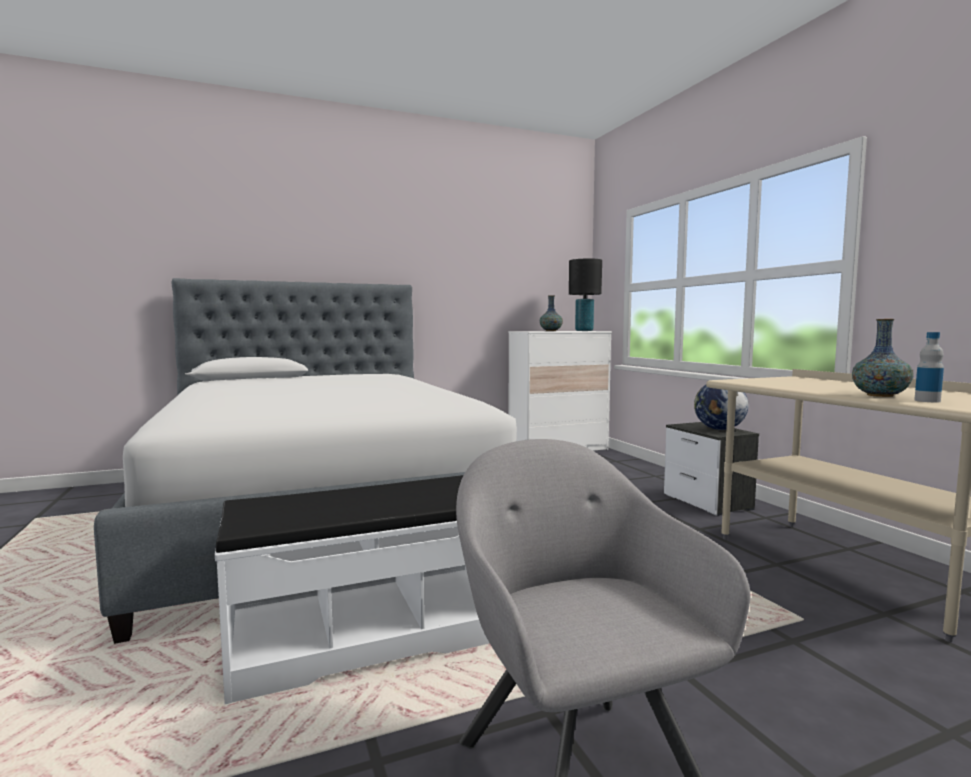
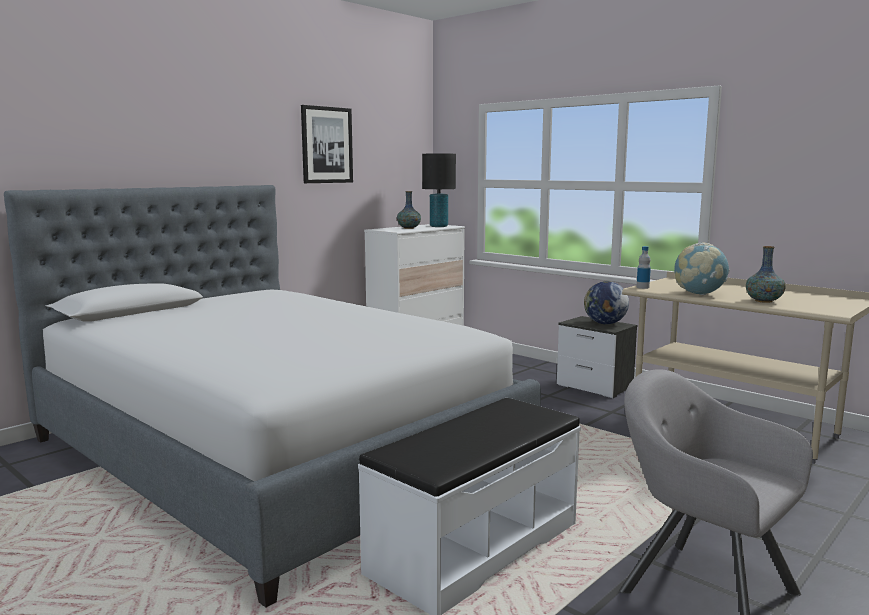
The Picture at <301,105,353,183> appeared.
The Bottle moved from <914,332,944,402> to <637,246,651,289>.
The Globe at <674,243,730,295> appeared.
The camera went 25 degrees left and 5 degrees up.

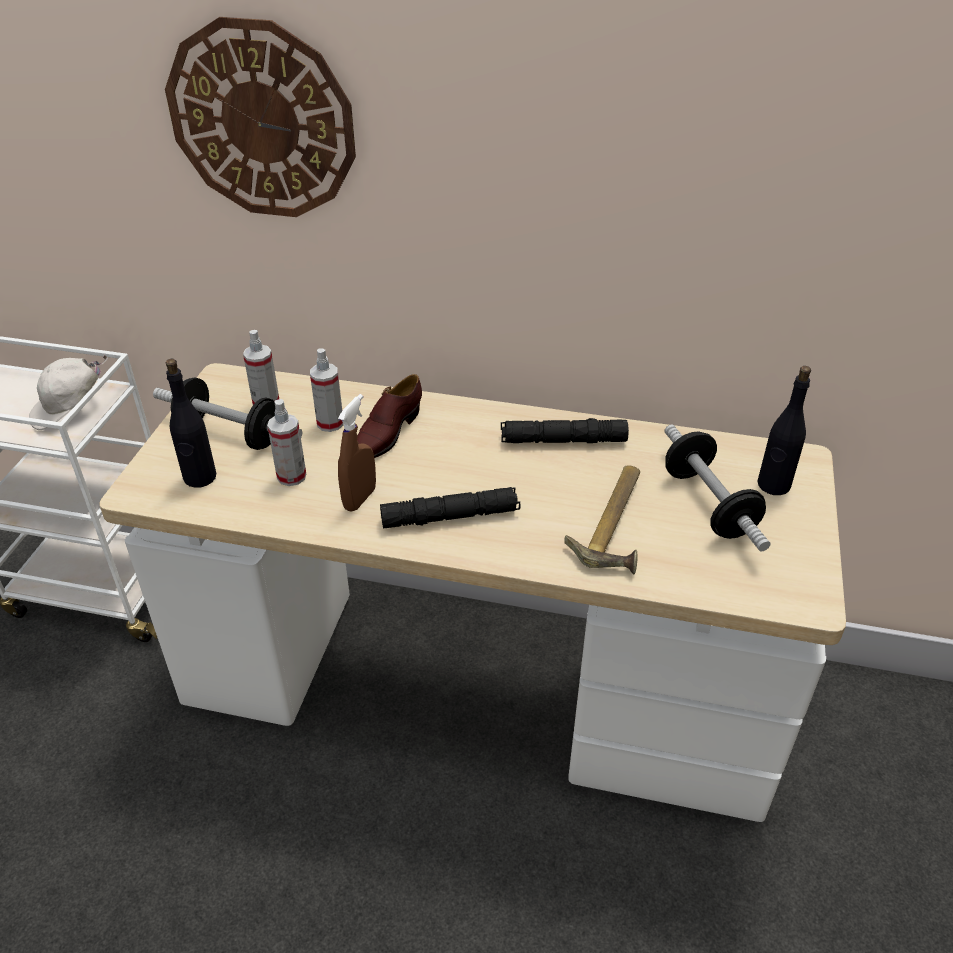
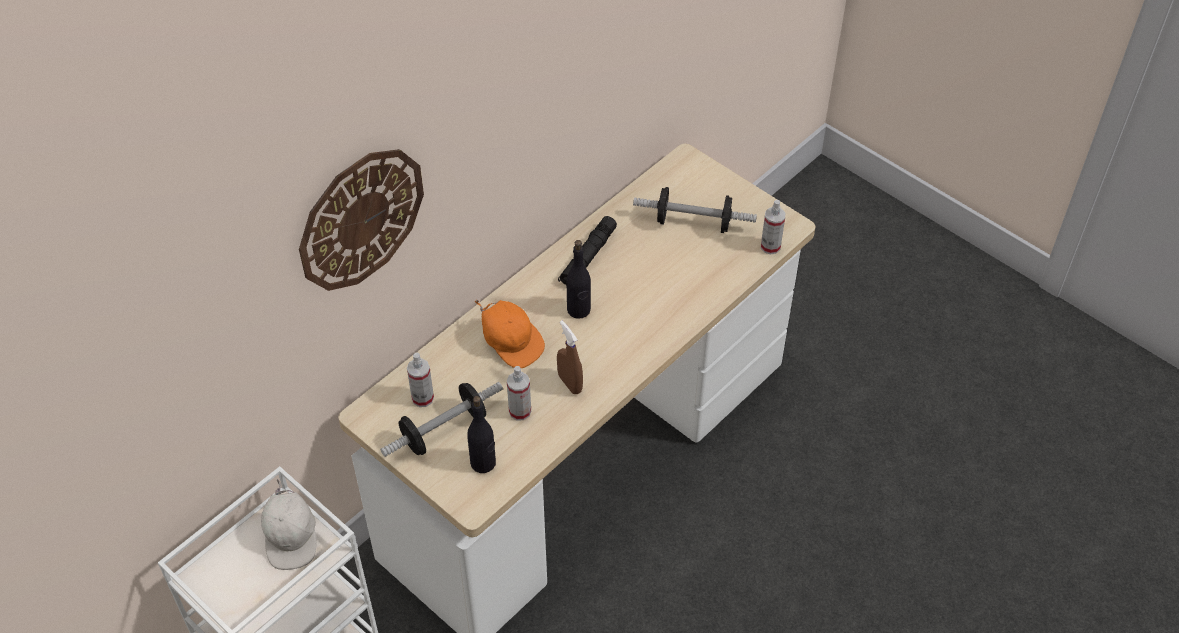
The BrownShoe at <357,374,422,458> was replaced by the OrangeCap at <475,299,545,368>.
The BlackBottle moved from <757,366,811,495> to <566,240,591,319>.
The SprayBottle moved from <310,348,344,432> to <761,200,785,255>.
The BlackFlashlight at <380,487,521,528> disappeared.
The Hammer at <564,465,640,574> disappeared.
The camera went 60 degrees left and 10 degrees up.

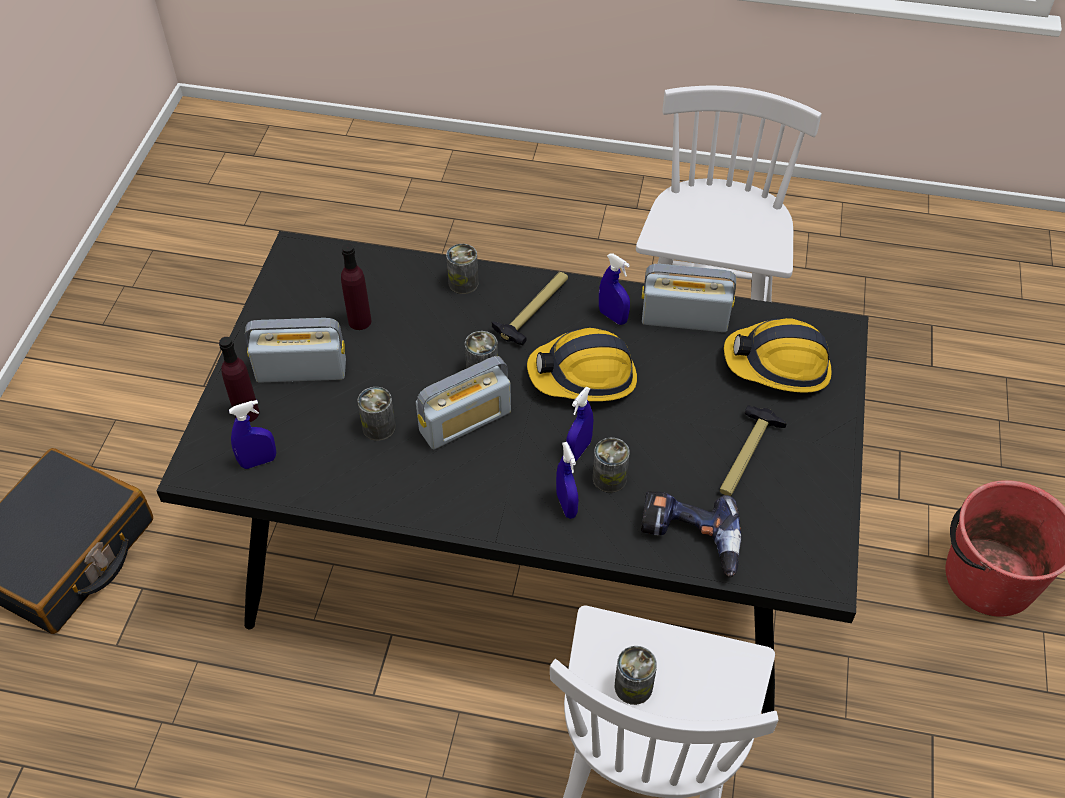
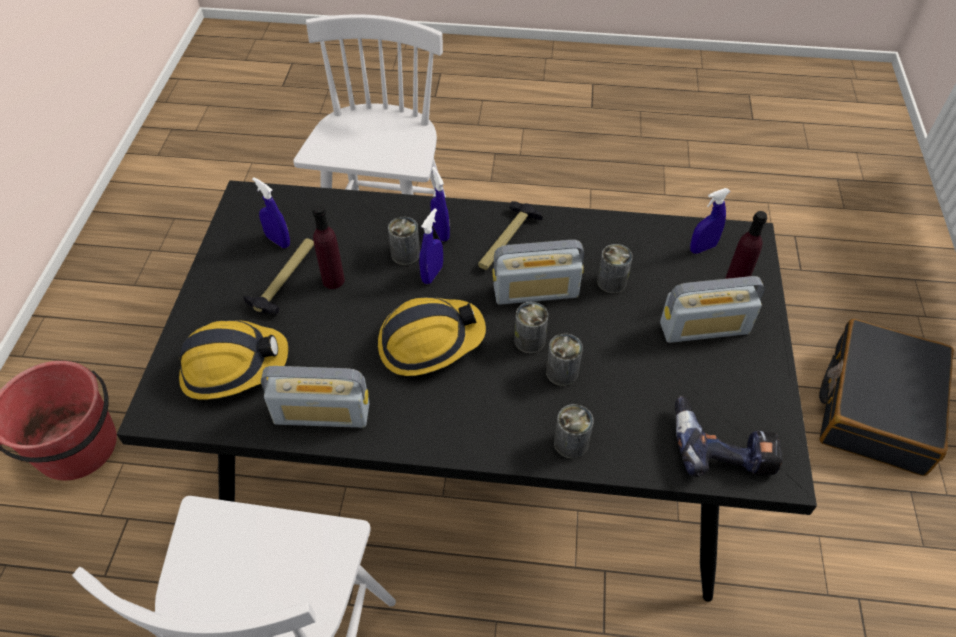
The BlueSprayBottle moved from <599,253,630,325> to <252,177,290,248>.
The PurpleBottle moved from <341,244,371,330> to <312,205,345,289>.
The Hammer moved from <492,272,568,345> to <478,201,543,270>.
The Radio at <416,356,511,449> turned 150 degrees counterclockwise.
The Can moved from <615,646,657,705> to <546,334,583,386>.
The PowerDrill moved from <641,491,741,577> to <675,396,782,477>.
The camera went 175 degrees right and 0 degrees up.

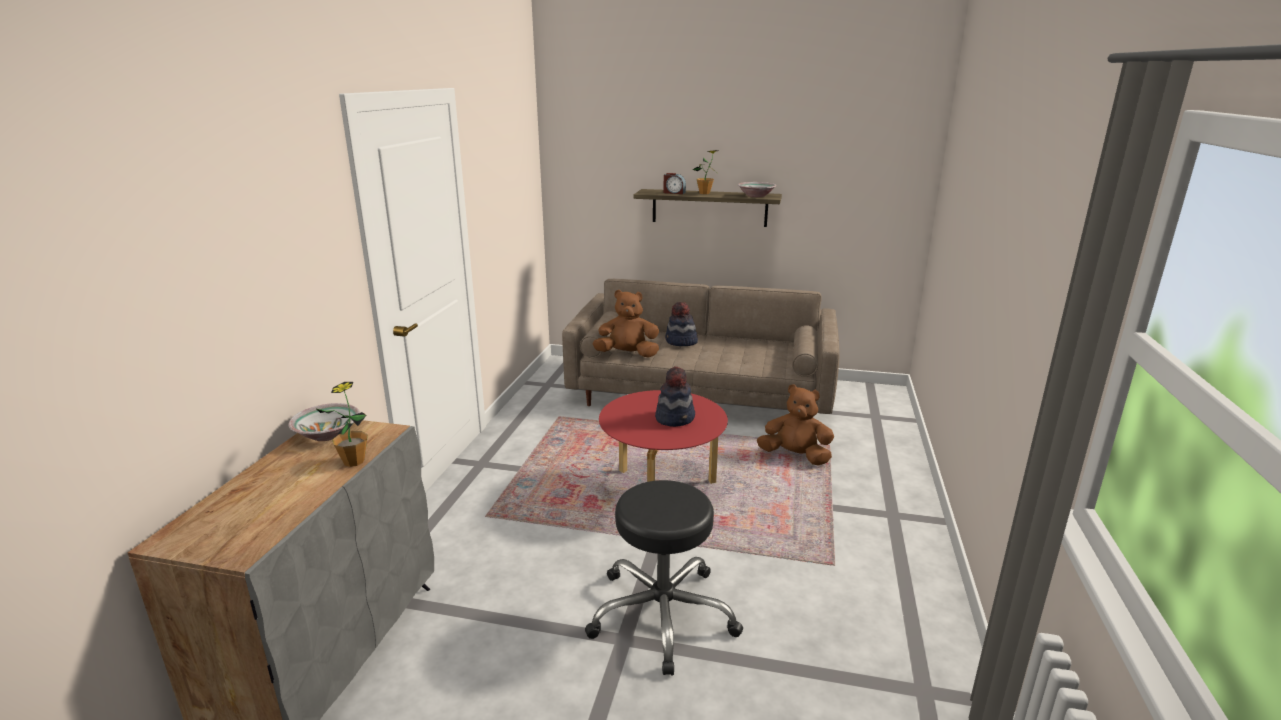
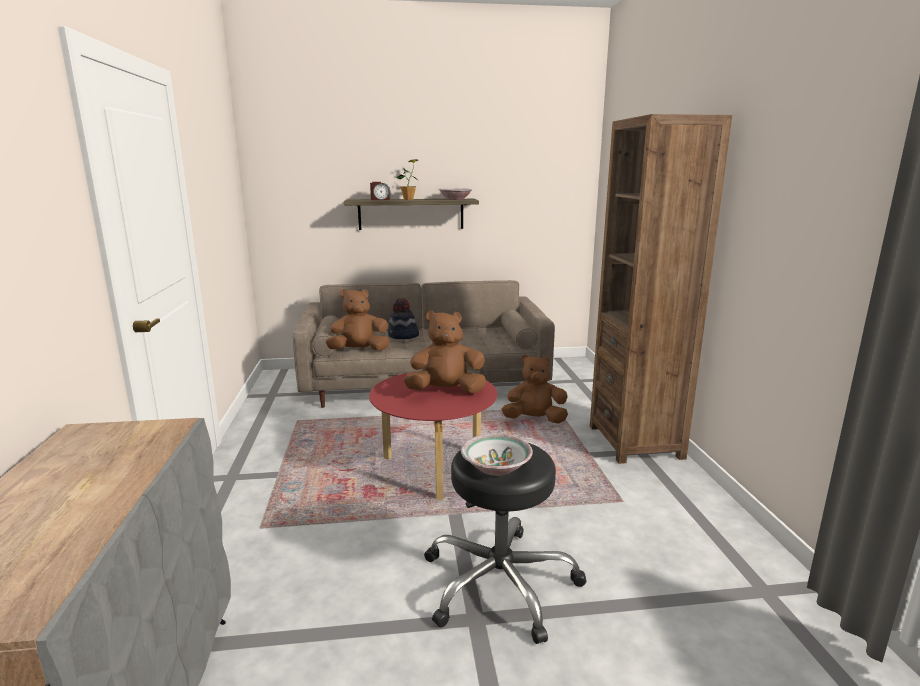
The Hat at <655,366,695,427> was replaced by the BrownPlushToy at <403,311,486,393>.
The Bowl moved from <288,403,360,441> to <461,434,533,476>.
The BrownBookcase at <590,114,732,464> appeared.
The PottedPlant at <317,382,368,467> disappeared.
The camera went 20 degrees left and 5 degrees down.

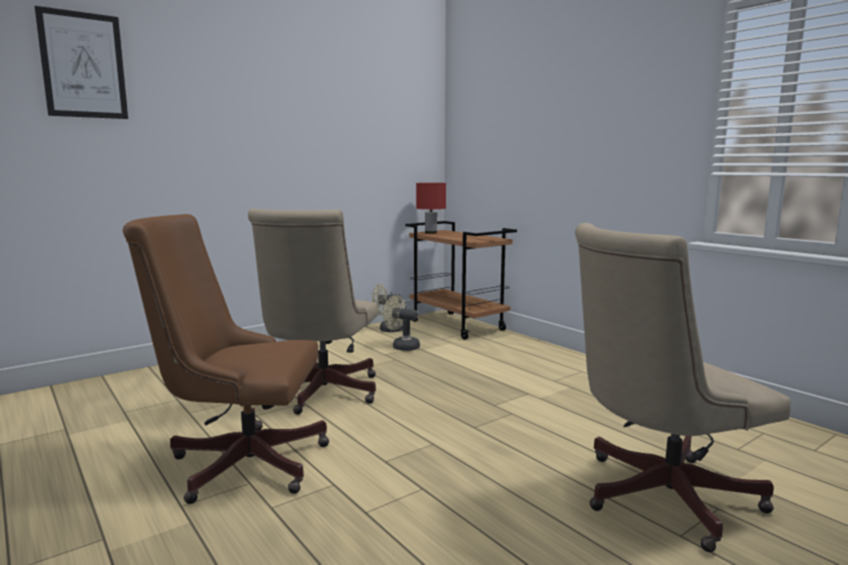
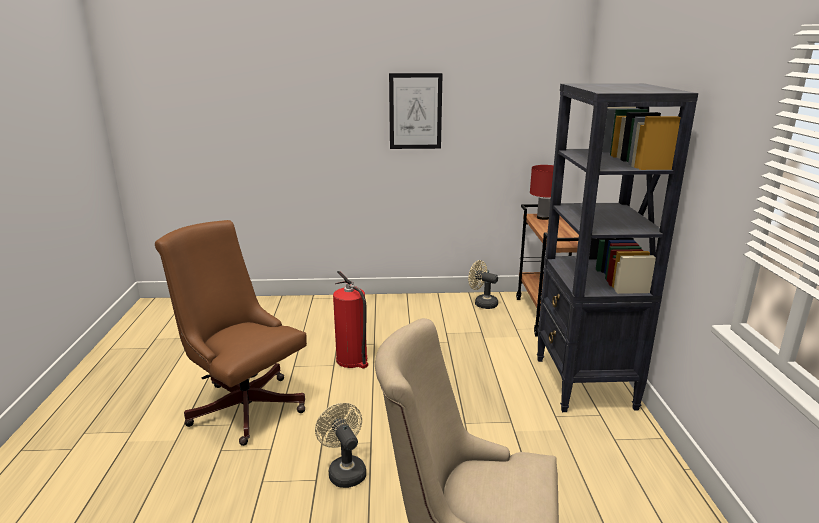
The BeigeFan moved from <383,295,420,351> to <315,403,366,488>.
The BeigeOfficeChair at <248,209,378,415> was replaced by the FireExtinguisher at <333,271,368,369>.
The Picture moved from <35,6,128,119> to <389,73,443,149>.
The BlackBookcase at <537,83,698,412> appeared.
The camera went 35 degrees right and 10 degrees up.

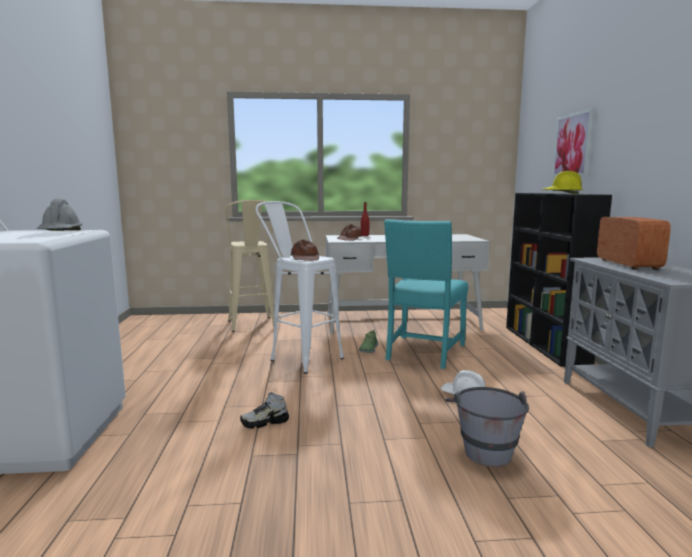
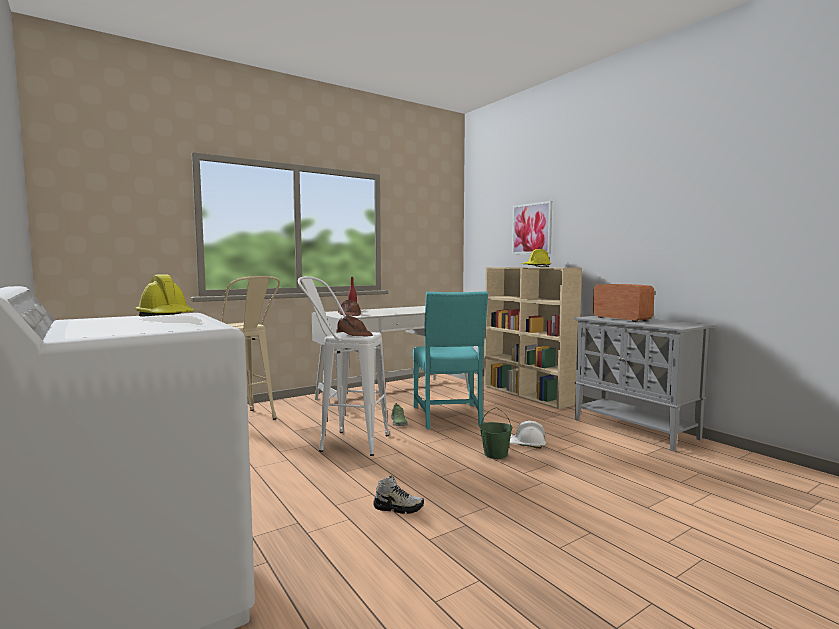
The GreyHardHat at <36,199,83,231> became the YellowHardHat at <135,274,194,317>.
The Shoe at <240,392,289,429> turned 120 degrees counterclockwise.
The GreenBucket at <479,408,513,459> appeared.
The BlackBookcase at <506,193,612,367> became the BeigeBookcase at <484,267,582,409>.
The GreyBucket at <445,387,529,467> disappeared.
The camera went 30 degrees left and 5 degrees down.

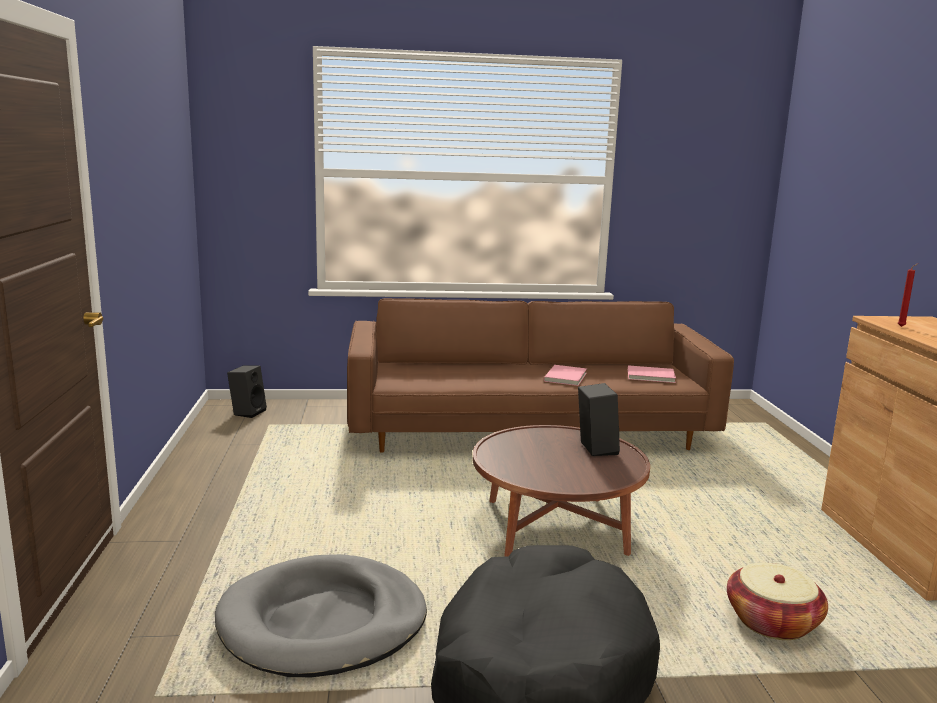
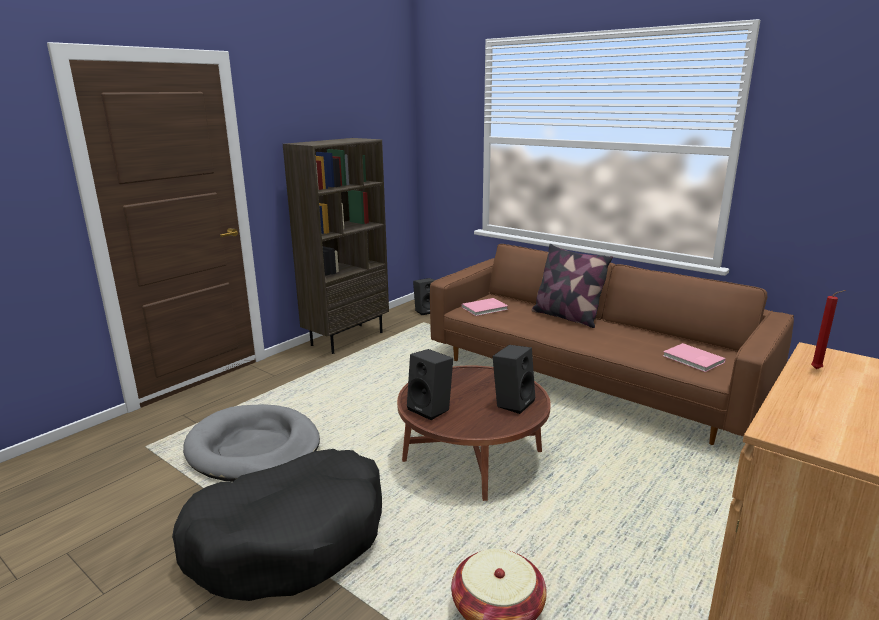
The BrownBookcase at <283,138,389,354> appeared.
The BlackSpeaker at <407,349,453,420> appeared.
The PinkBook moved from <544,365,587,386> to <462,298,508,316>.
The Pillow at <531,244,613,328> appeared.
The camera went 45 degrees right and 5 degrees up.

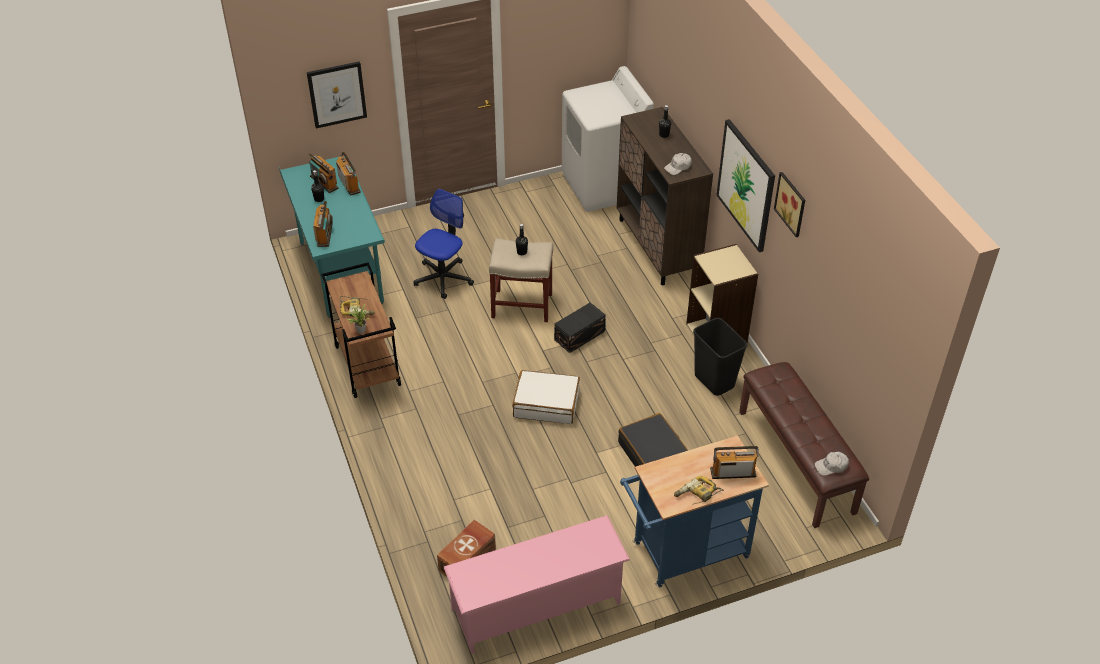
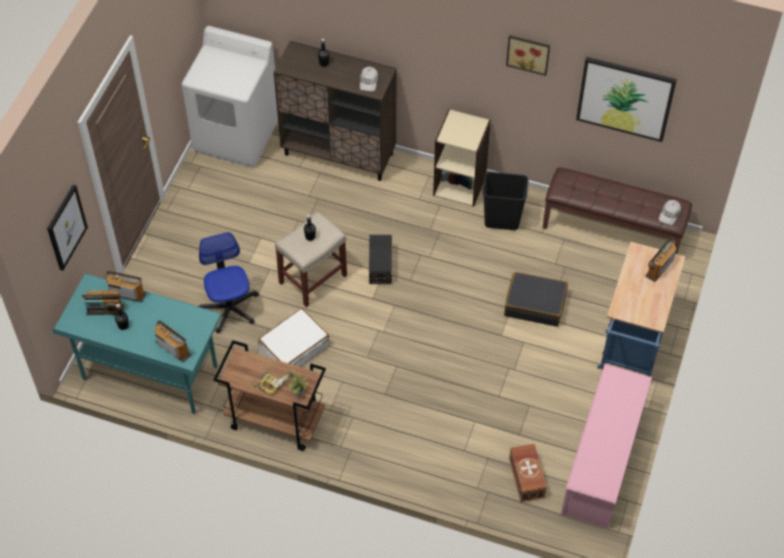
The WhiteSuitcase moved from <513,370,580,424> to <258,308,329,367>.
The Picture moved from <717,119,775,252> to <576,57,677,142>.
The PowerDrill at <674,476,724,505> disappeared.
The camera went 50 degrees left and 10 degrees up.

